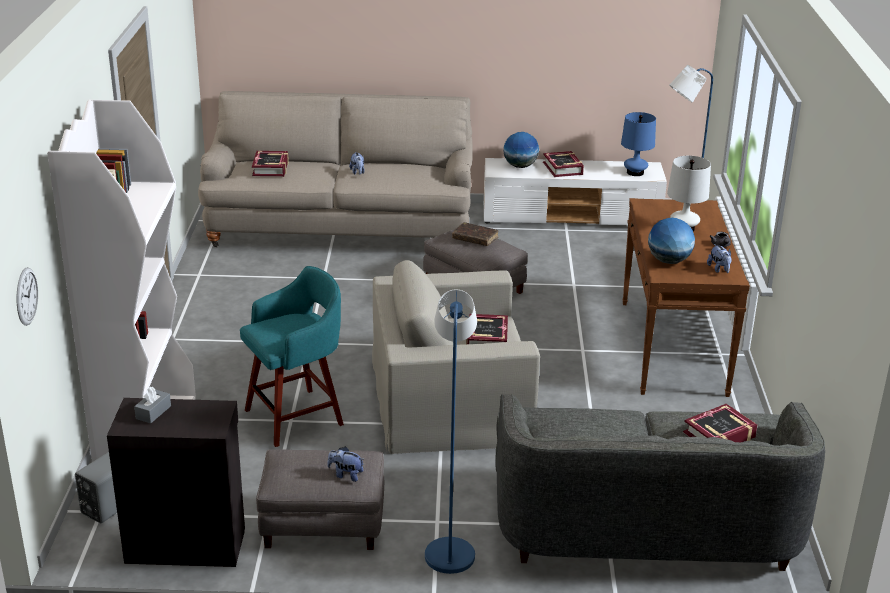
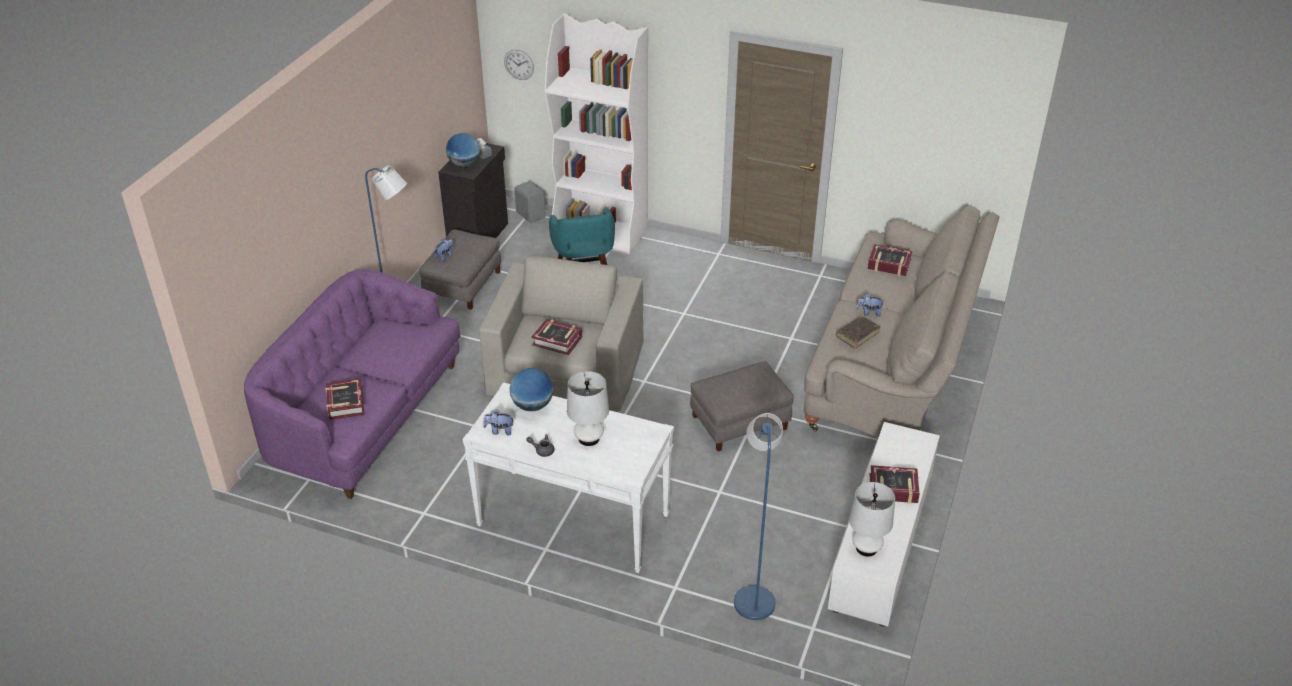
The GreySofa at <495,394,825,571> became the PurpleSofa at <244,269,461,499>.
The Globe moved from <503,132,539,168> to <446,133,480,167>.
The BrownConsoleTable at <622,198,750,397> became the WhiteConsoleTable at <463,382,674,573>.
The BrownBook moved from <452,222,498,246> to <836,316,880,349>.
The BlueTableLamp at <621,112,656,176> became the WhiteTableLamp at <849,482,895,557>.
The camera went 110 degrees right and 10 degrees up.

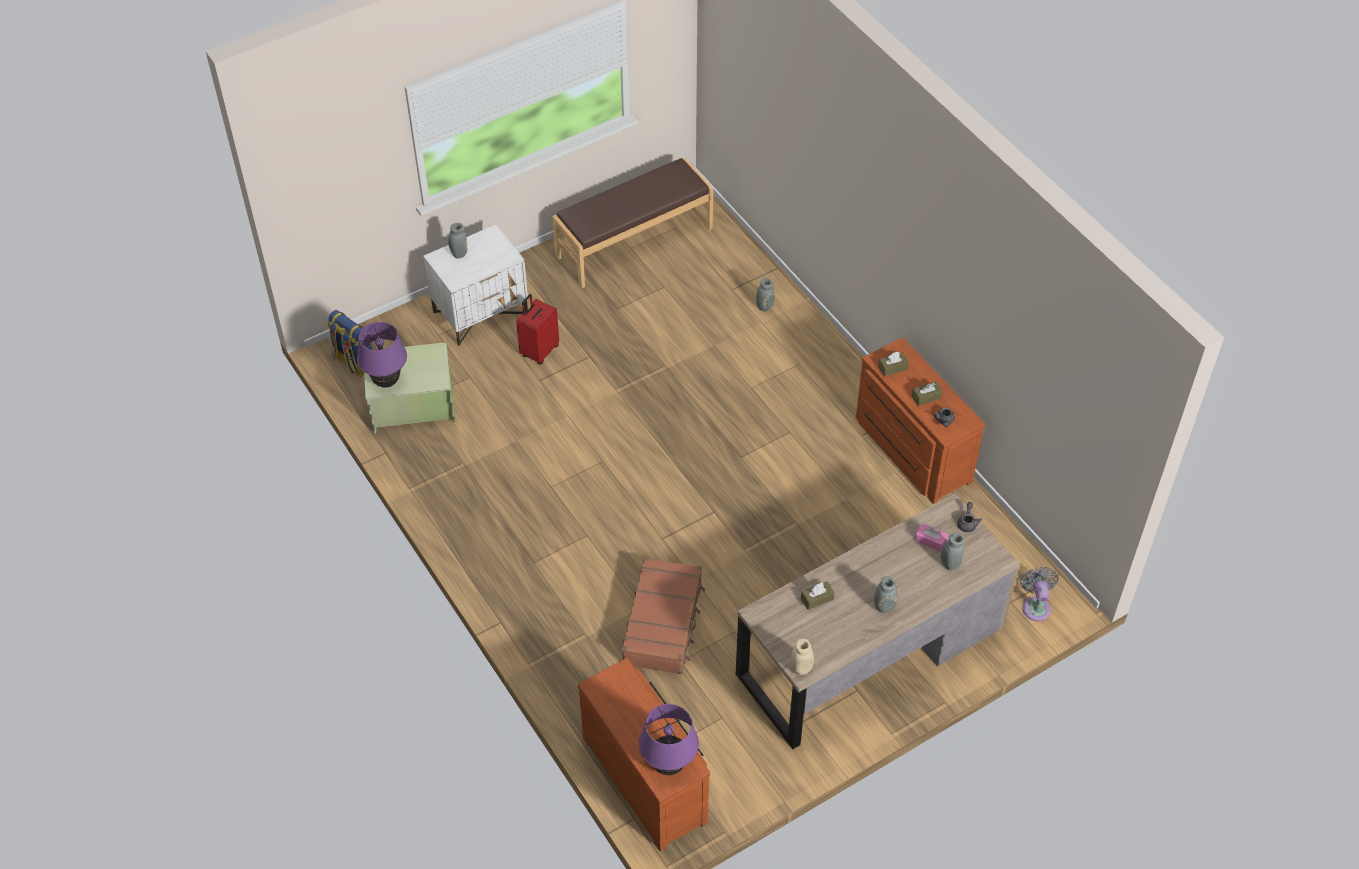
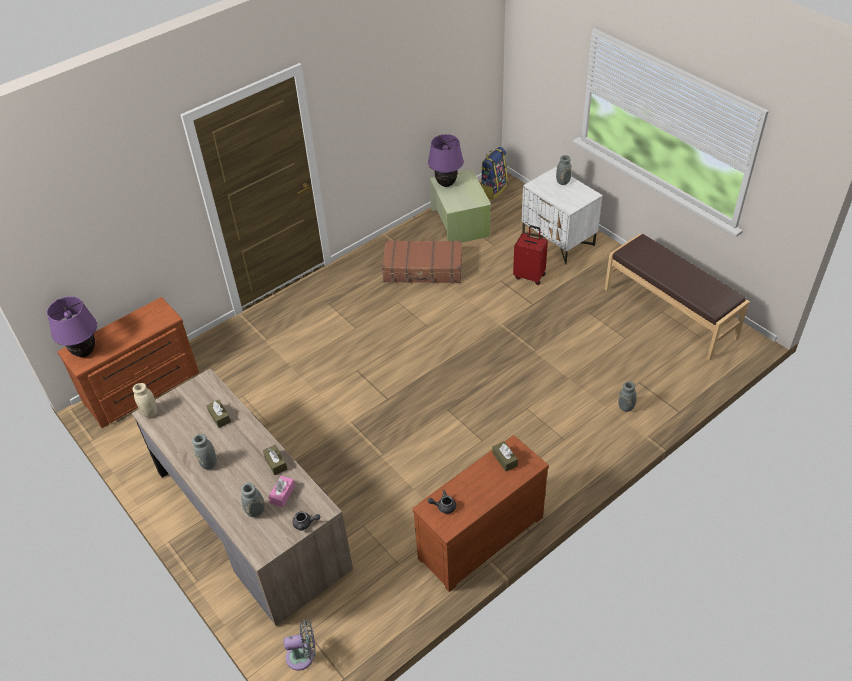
The BrownTissueBox moved from <912,381,943,406> to <263,445,287,475>.
The BrownSuitcase moved from <622,558,705,674> to <382,240,462,283>.
The camera went 85 degrees right and 5 degrees down.

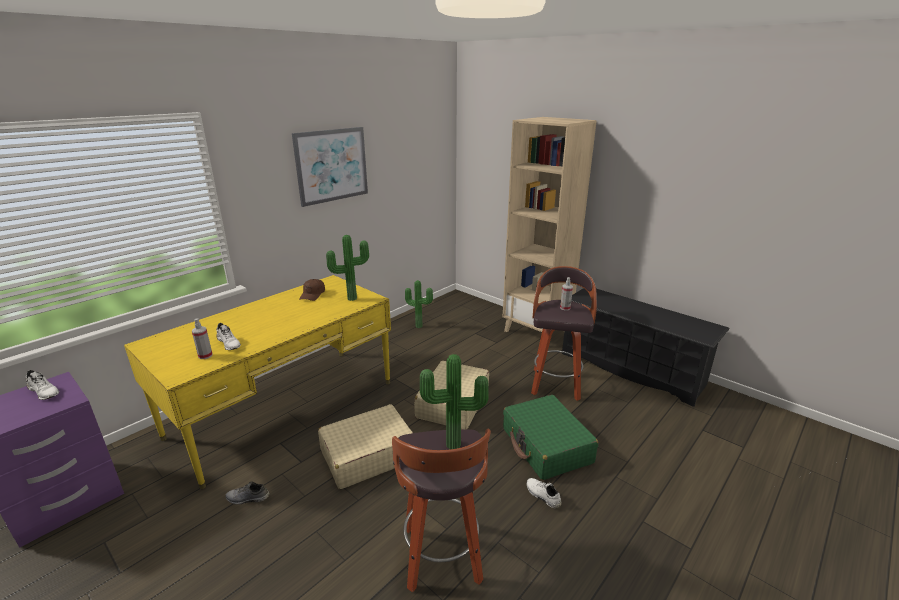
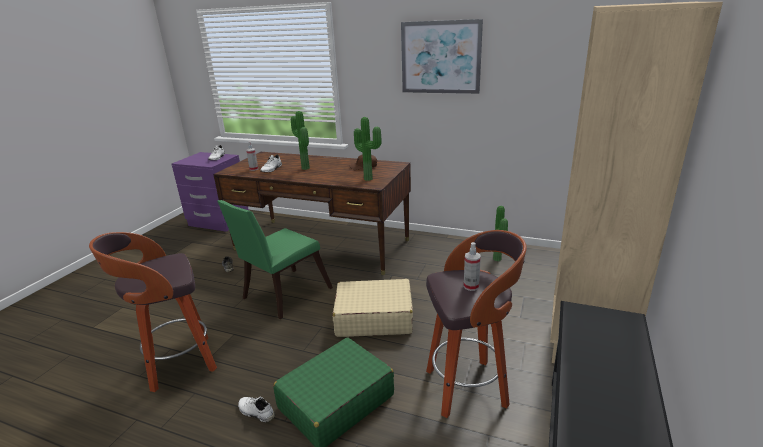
The YellowDesk at <124,275,391,489> became the BrownDesk at <213,152,411,275>.
The BeigeSuitcase at <318,404,413,489> was replaced by the GreenChair at <218,200,333,319>.
The WhiteShoe at <527,478,562,508> turned 90 degrees counterclockwise.
The PottedPlant moved from <420,354,489,449> to <291,111,310,170>.
The camera went 70 degrees right and 0 degrees up.

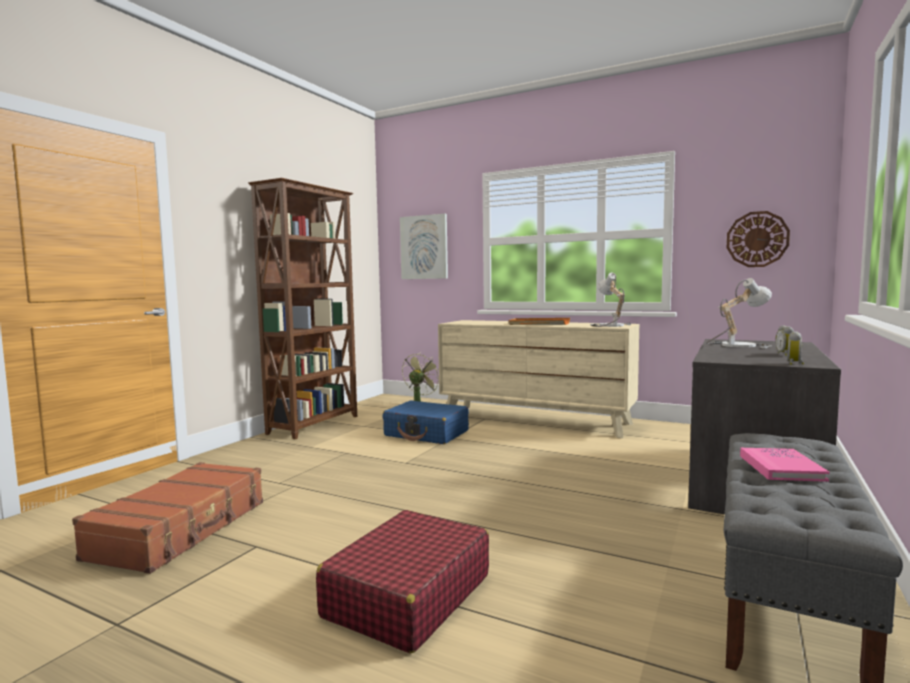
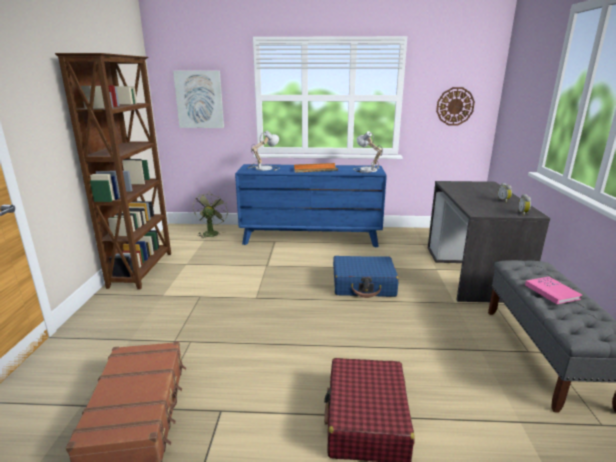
The BeigeDresser at <438,320,639,438> became the BlueDresser at <235,164,387,248>.
The TableLamp moved from <706,278,772,348> to <248,131,280,171>.
The BlueSuitcase moved from <383,400,469,444> to <333,256,399,298>.
The camera went 25 degrees left and 15 degrees up.

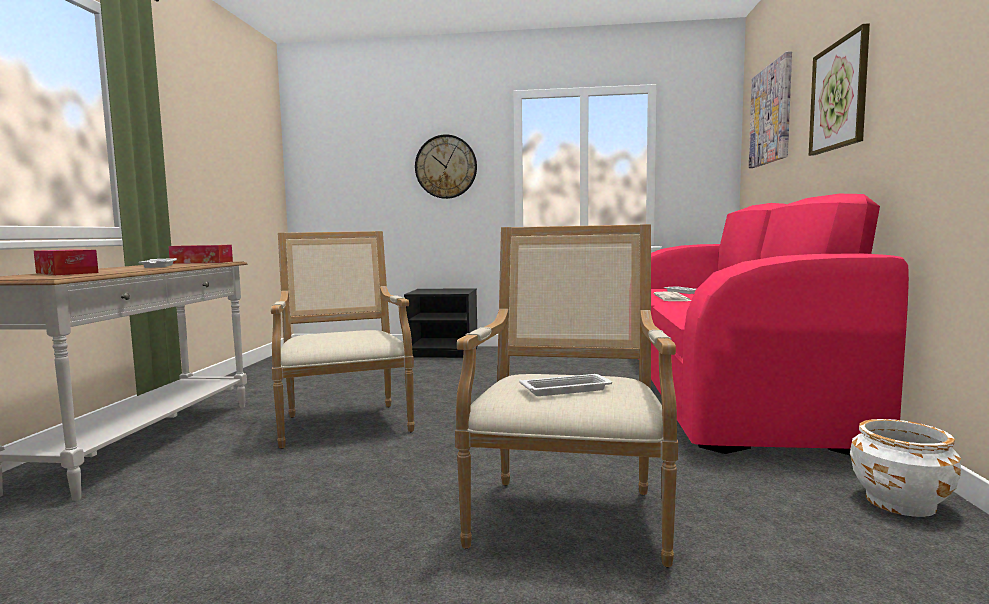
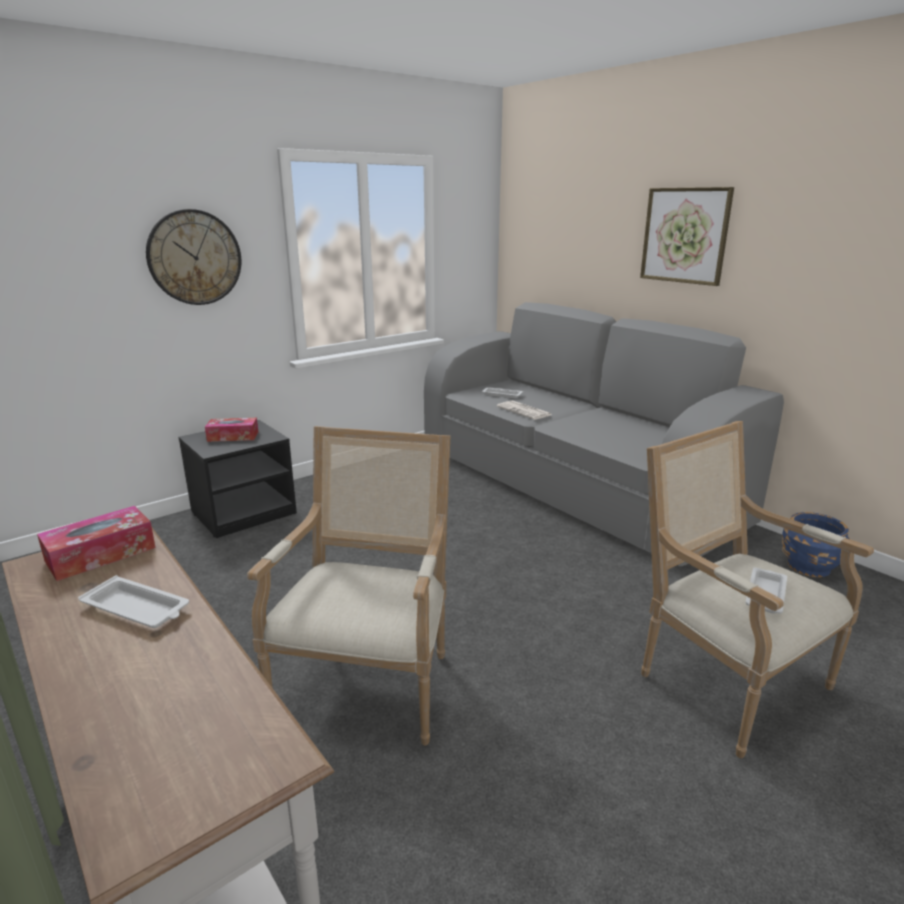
The TissueBox moved from <34,249,99,275> to <205,418,258,442>.
The Armchair at <271,231,414,449> turned 75 degrees clockwise.
The PinkSofa at <651,194,909,455> became the GreySofa at <424,302,784,566>.
The WhitePlanter at <850,419,961,517> became the BluePlanter at <782,512,849,577>.
The Picture at <749,51,792,168> disappeared.
The camera went 45 degrees left and 15 degrees up.

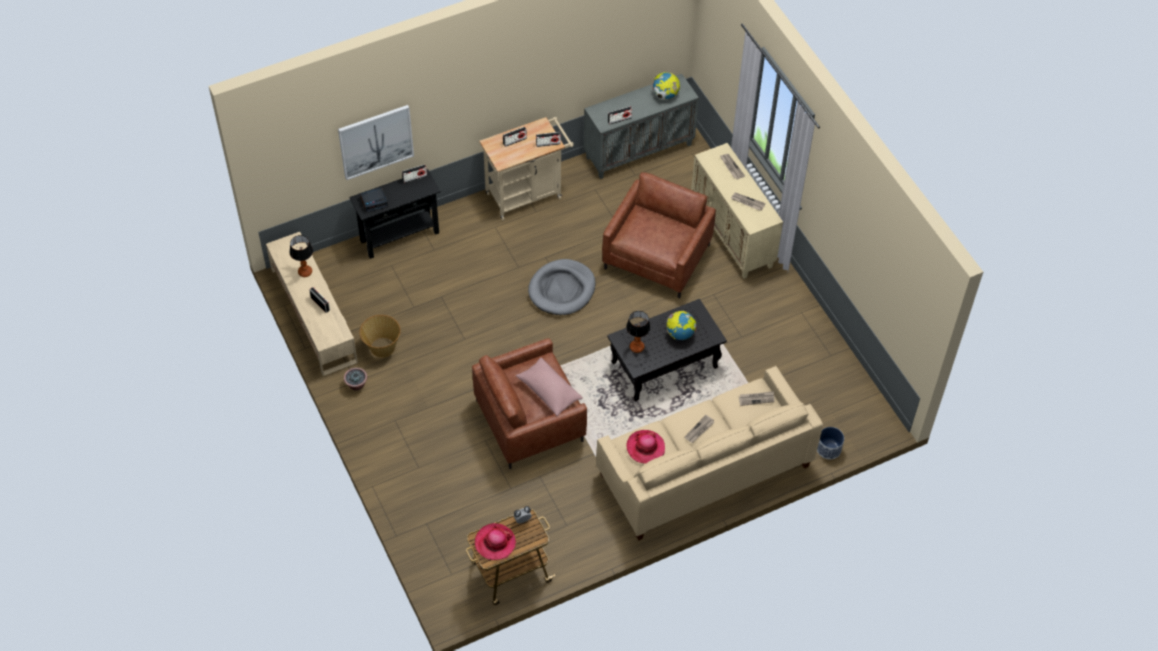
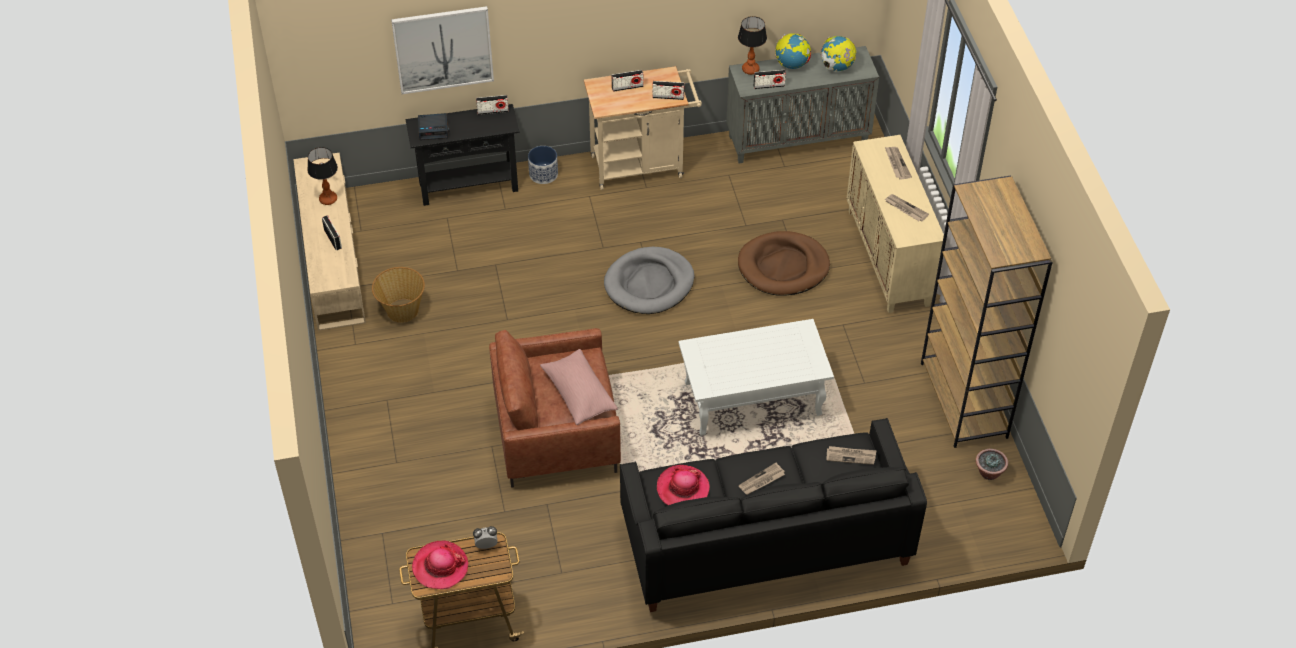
The Planter moved from <817,427,844,459> to <528,146,558,184>.
The BeigeSofa at <596,366,823,540> became the BlackSofa at <620,418,927,612>.
The BlackCoffeeTable at <607,299,727,401> became the WhiteCoffeeTable at <679,319,834,436>.
The TableLamp moved from <626,311,651,353> to <738,16,767,75>.
The BrownArmchair at <602,172,716,298> was replaced by the BrownDogBed at <738,231,830,296>.
The Globe moved from <667,311,696,340> to <775,33,811,69>.
The BrownBookcase at <921,175,1053,448> appeared.
The PottedPlant moved from <344,368,367,391> to <976,449,1008,480>.
The camera went 15 degrees right and 5 degrees down.

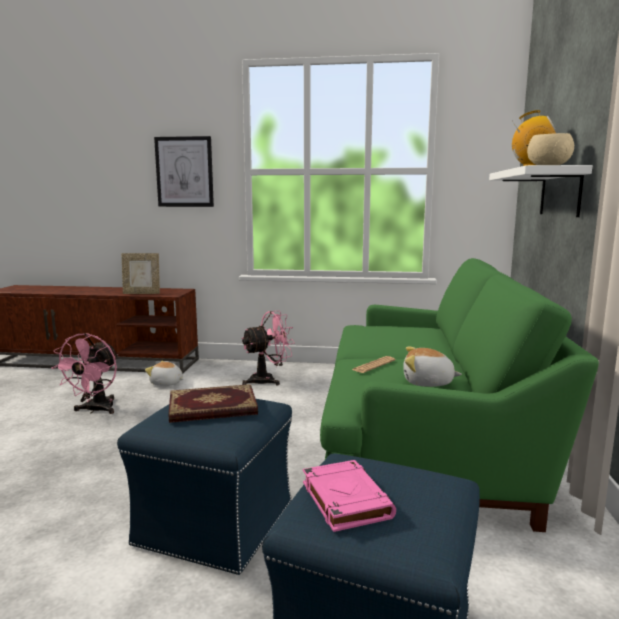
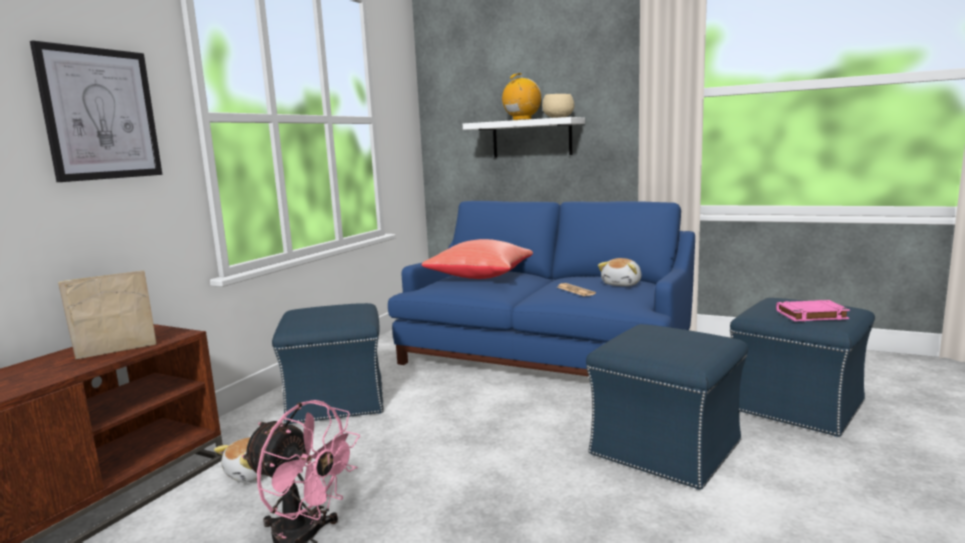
The PictureFrame at <122,253,160,294> turned 135 degrees counterclockwise.
The PinkFan at <241,311,295,385> was replaced by the BlueOttoman at <272,303,384,425>.
The GreenSofa at <320,258,599,532> became the BlueSofa at <388,201,695,376>.
The RedPillow at <422,239,533,279> appeared.
The Book at <168,384,258,423> disappeared.
The camera went 70 degrees left and 0 degrees up.

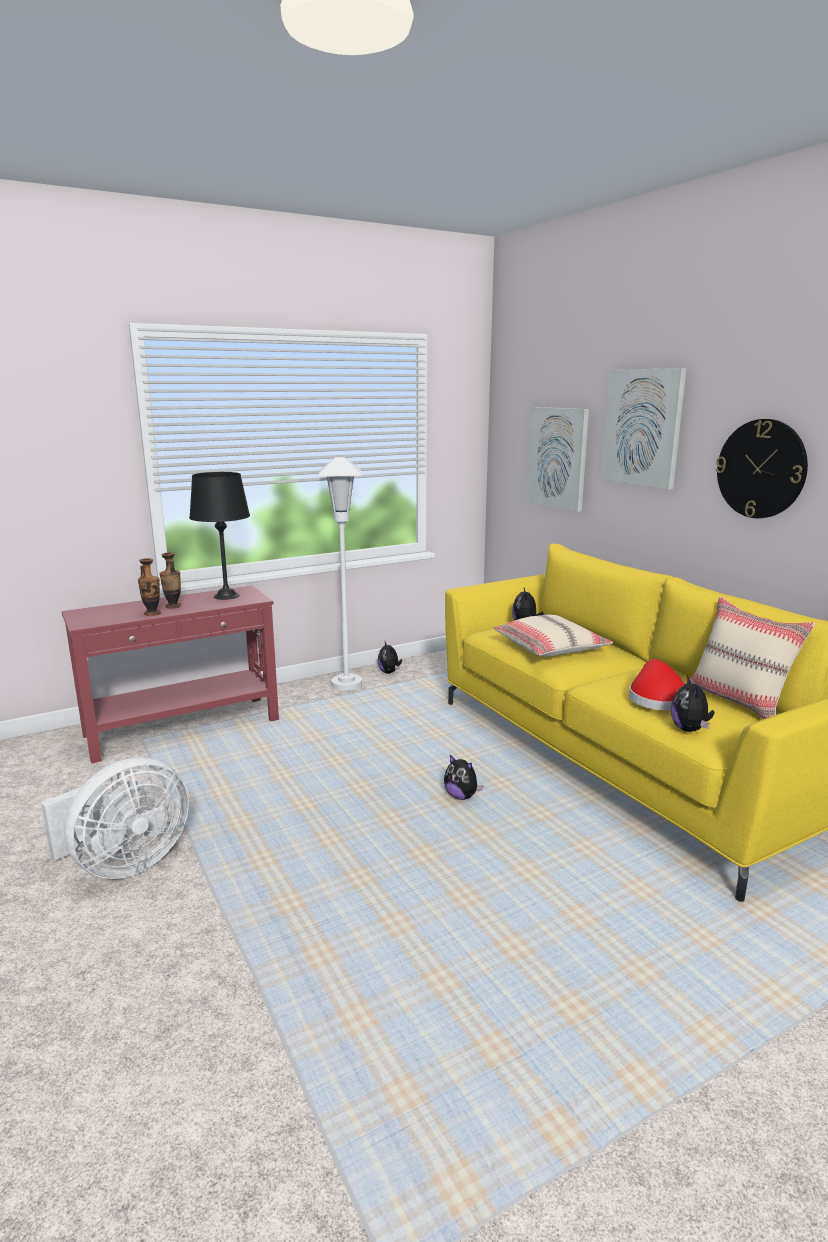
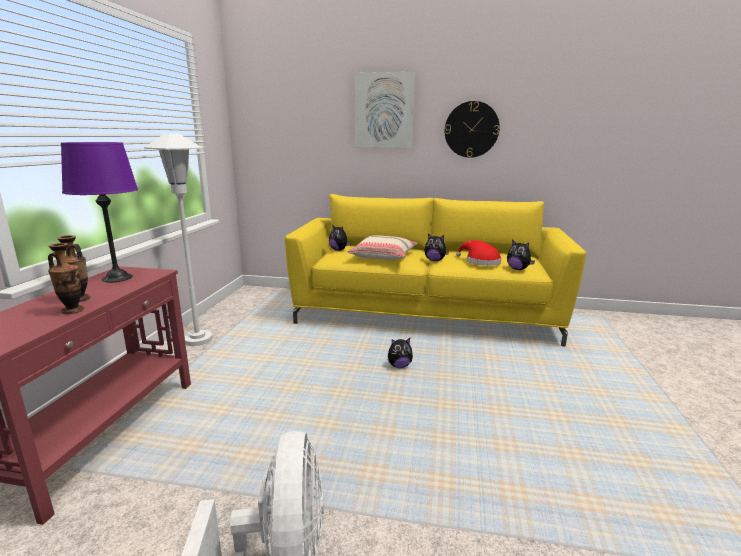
The BlackTableLamp at <189,472,250,600> became the PurpleTableLamp at <61,142,138,283>.
The PlushToy moved from <378,642,402,674> to <424,234,449,261>.
The Picture at <526,407,589,512> disappeared.
The BeigePillow at <690,596,815,719> disappeared.
The camera went 50 degrees left and 0 degrees up.

